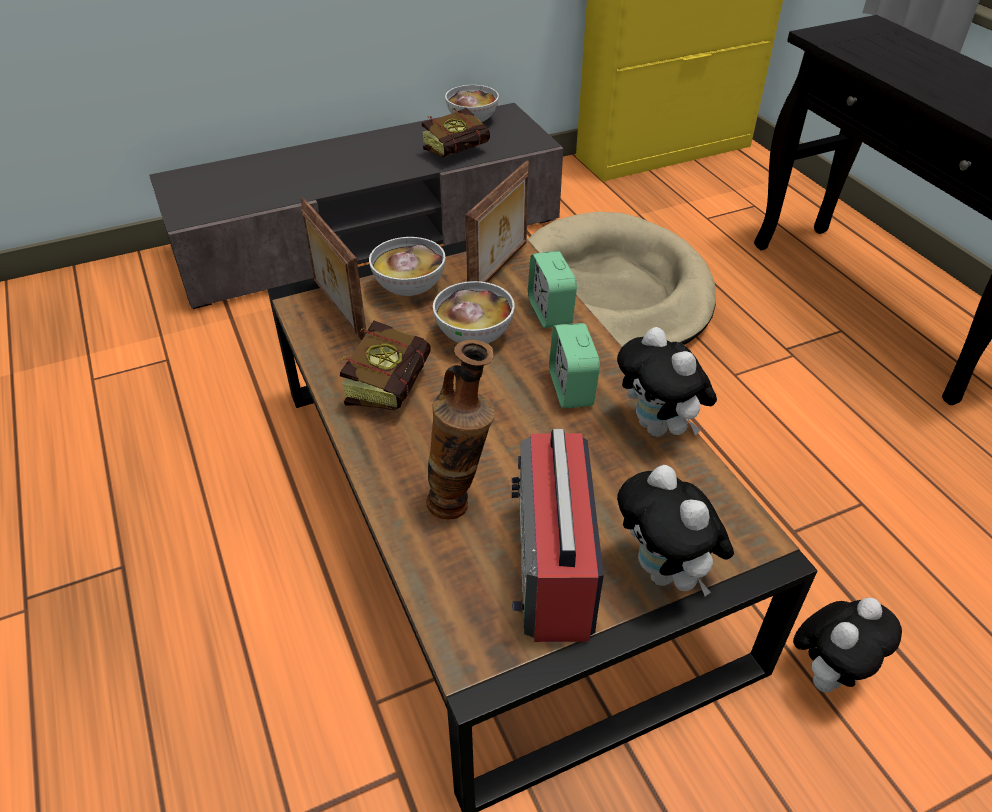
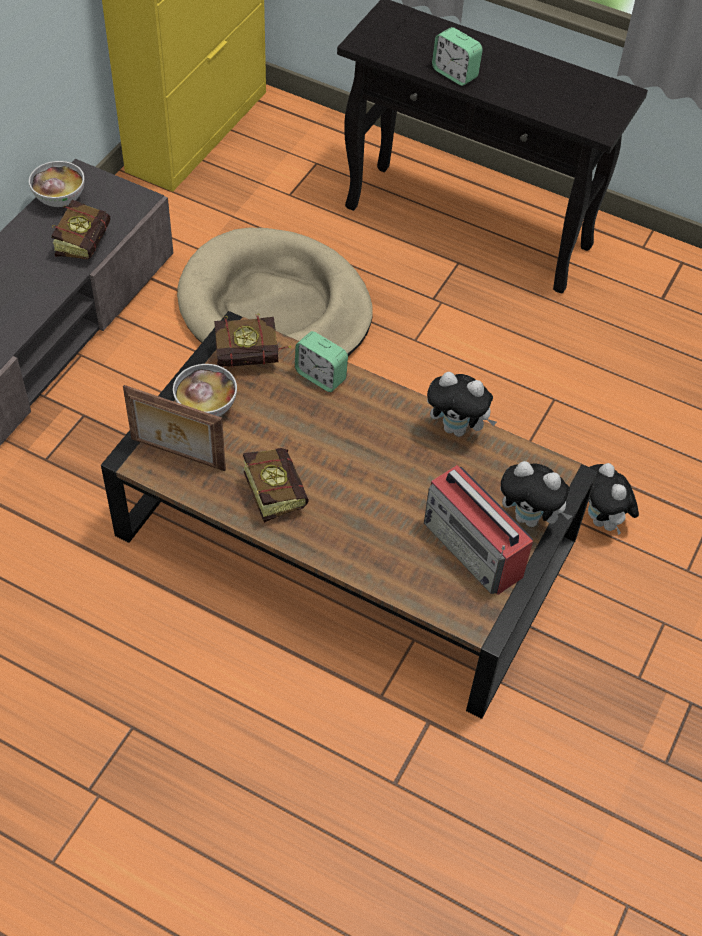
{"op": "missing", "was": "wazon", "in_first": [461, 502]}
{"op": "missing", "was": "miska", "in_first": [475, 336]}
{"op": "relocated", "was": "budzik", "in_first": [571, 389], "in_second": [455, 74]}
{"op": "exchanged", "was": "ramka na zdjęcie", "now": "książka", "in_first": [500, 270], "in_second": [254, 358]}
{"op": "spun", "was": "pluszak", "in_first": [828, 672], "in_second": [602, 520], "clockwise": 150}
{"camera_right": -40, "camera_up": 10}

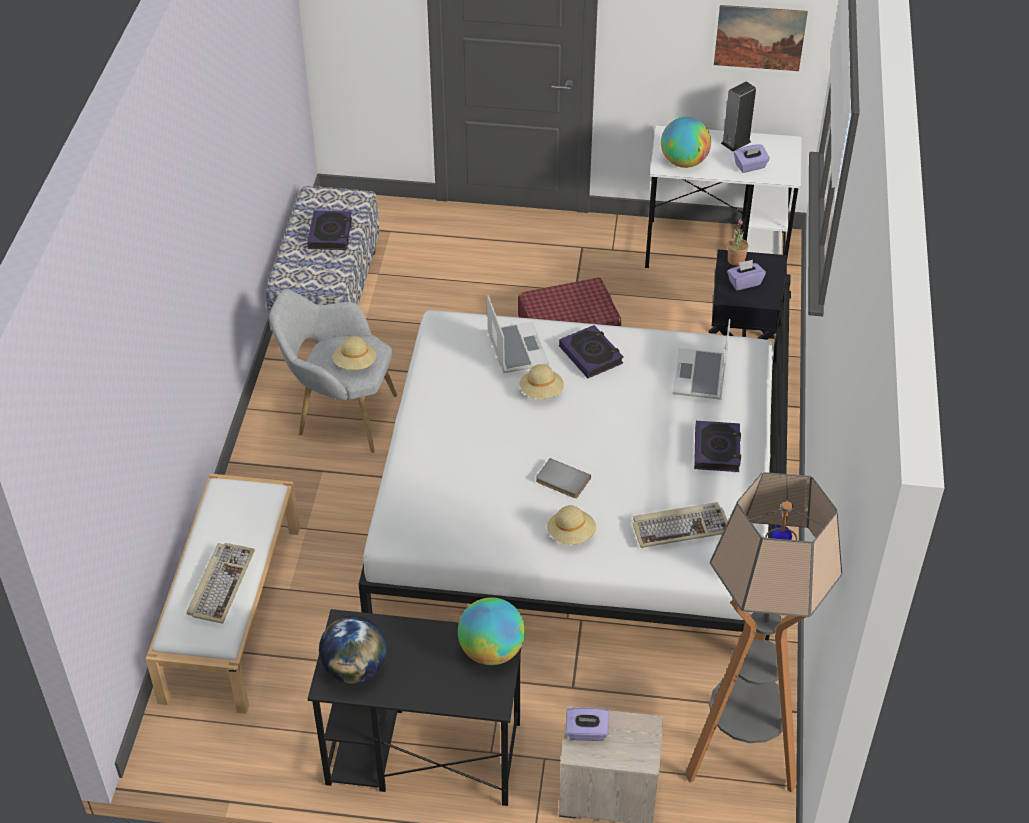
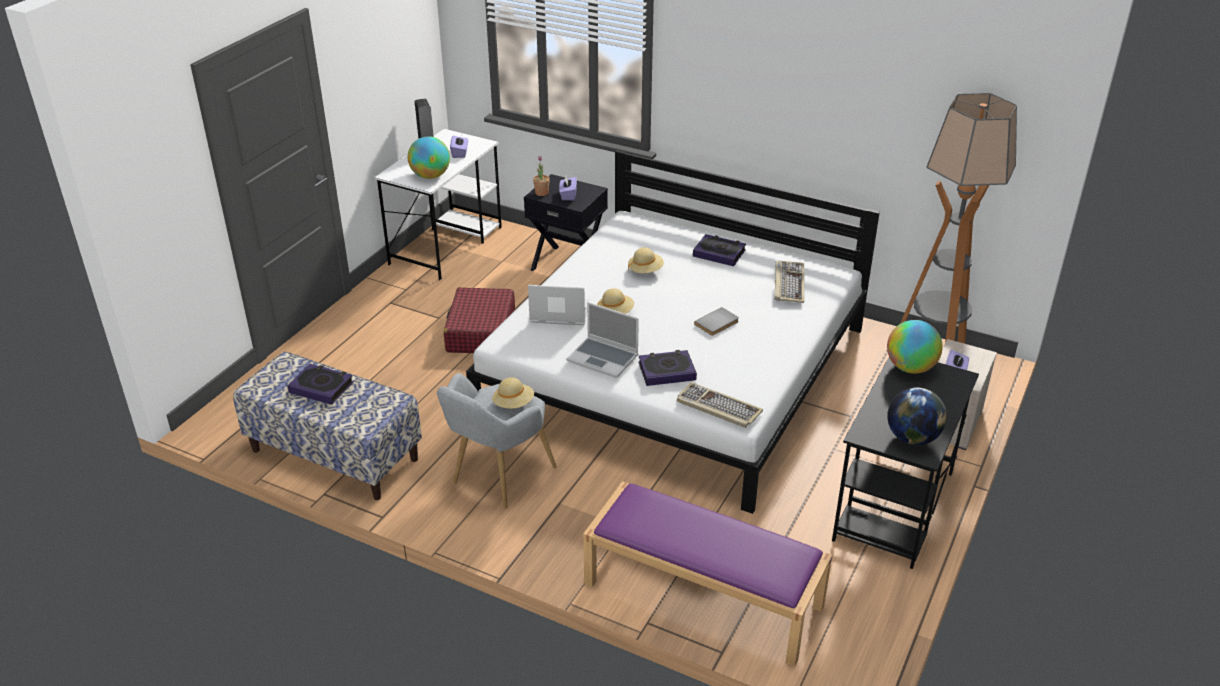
{"op": "missing", "was": "obraz", "in_first": [759, 37]}
{"op": "relocated", "was": "klawiatura", "in_first": [221, 584], "in_second": [717, 407]}
{"op": "relocated", "was": "kapelusz [beżowy]", "in_first": [571, 534], "in_second": [645, 270]}
{"op": "relocated", "was": "książka", "in_first": [591, 355], "in_second": [666, 371]}
{"op": "relocated", "was": "laptop", "in_first": [700, 376], "in_second": [604, 358]}
{"op": "colour", "was": "ławka [biały]", "now": "ławka [fioletowy]", "in_first": [231, 610], "in_second": [701, 594]}
{"camera_right": -70, "camera_up": -10}

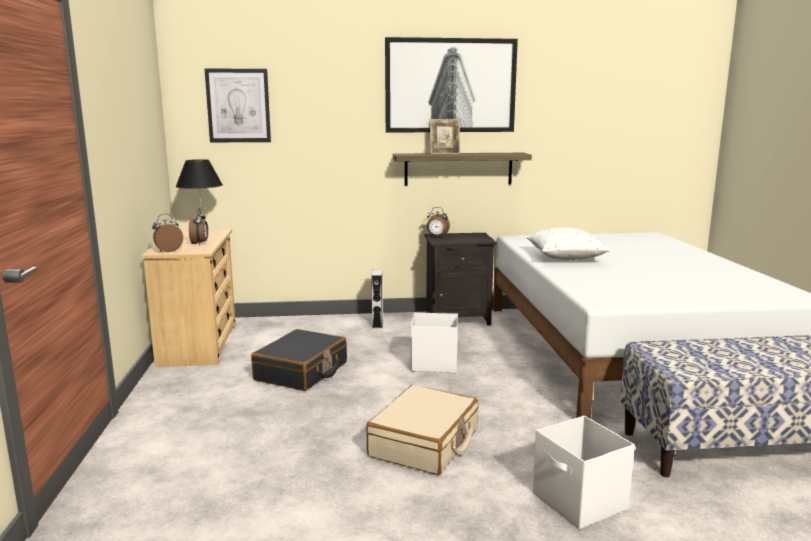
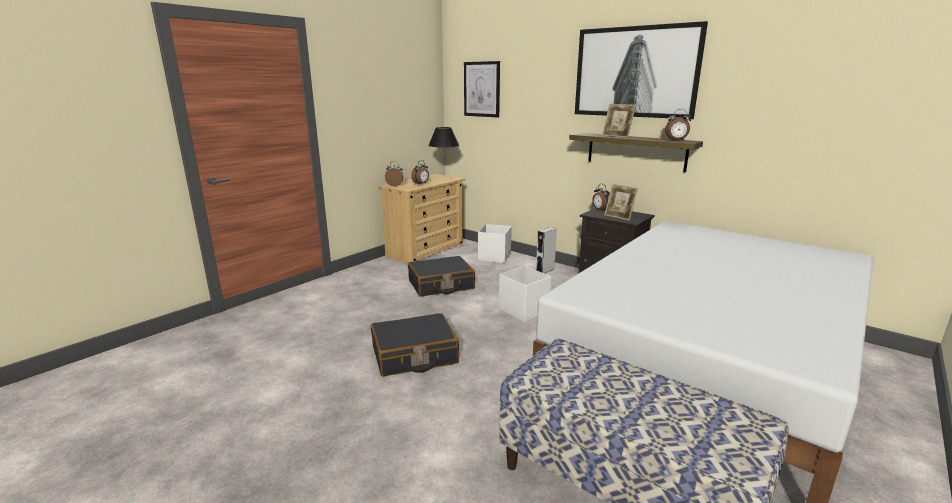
{"op": "missing", "was": "poduszka [biały]", "in_first": [565, 258]}
{"op": "appeared", "now": "ramka na zdjęcie", "in_second": [619, 217]}
{"op": "appeared", "now": "budzik", "in_second": [676, 141]}
{"op": "relocated", "was": "pojemnik do przechowywania [biały]", "in_first": [579, 502], "in_second": [494, 257]}
{"op": "colour", "was": "walizka [beżowy]", "now": "walizka [czarny]", "in_first": [425, 443], "in_second": [414, 355]}
{"camera_right": 45, "camera_up": 5}

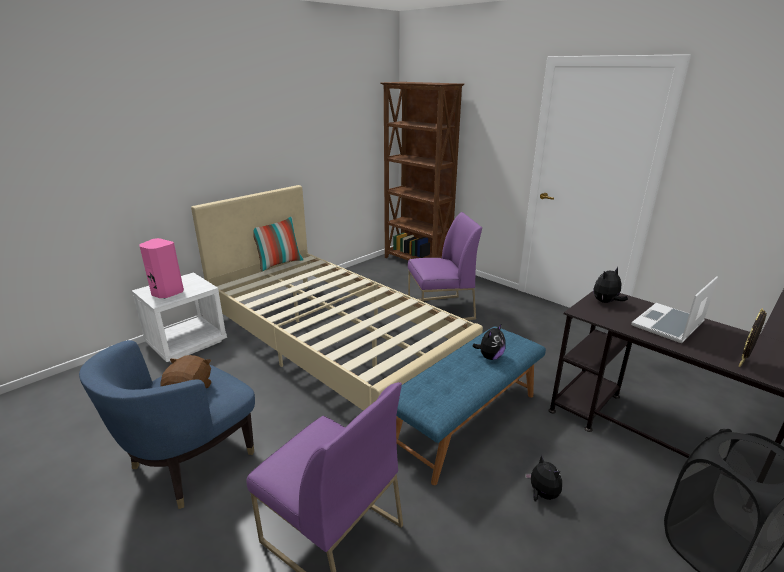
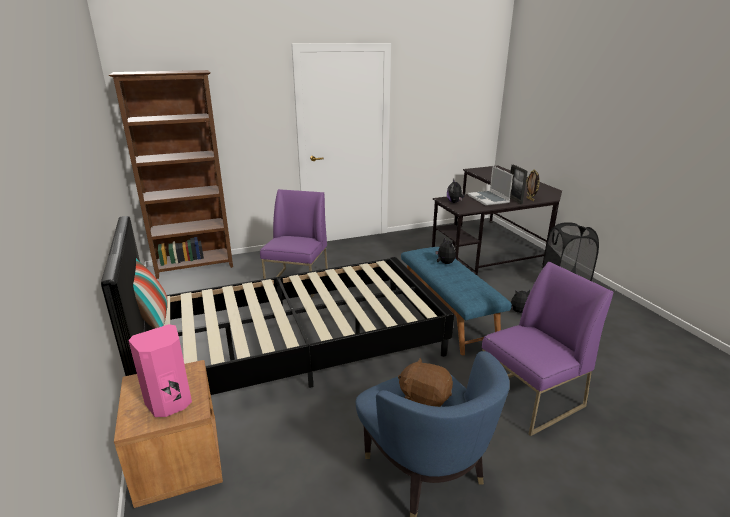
{"op": "appeared", "now": "ramka na zdjęcie", "in_second": [514, 200]}
{"op": "colour", "was": "szafka nocna [biały]", "now": "szafka nocna [brązowy]", "in_first": [187, 342], "in_second": [179, 463]}
{"op": "colour", "was": "łóżko [beżowy]", "now": "łóżko [czarny]", "in_first": [333, 342], "in_second": [294, 348]}
{"camera_right": -65, "camera_up": 0}

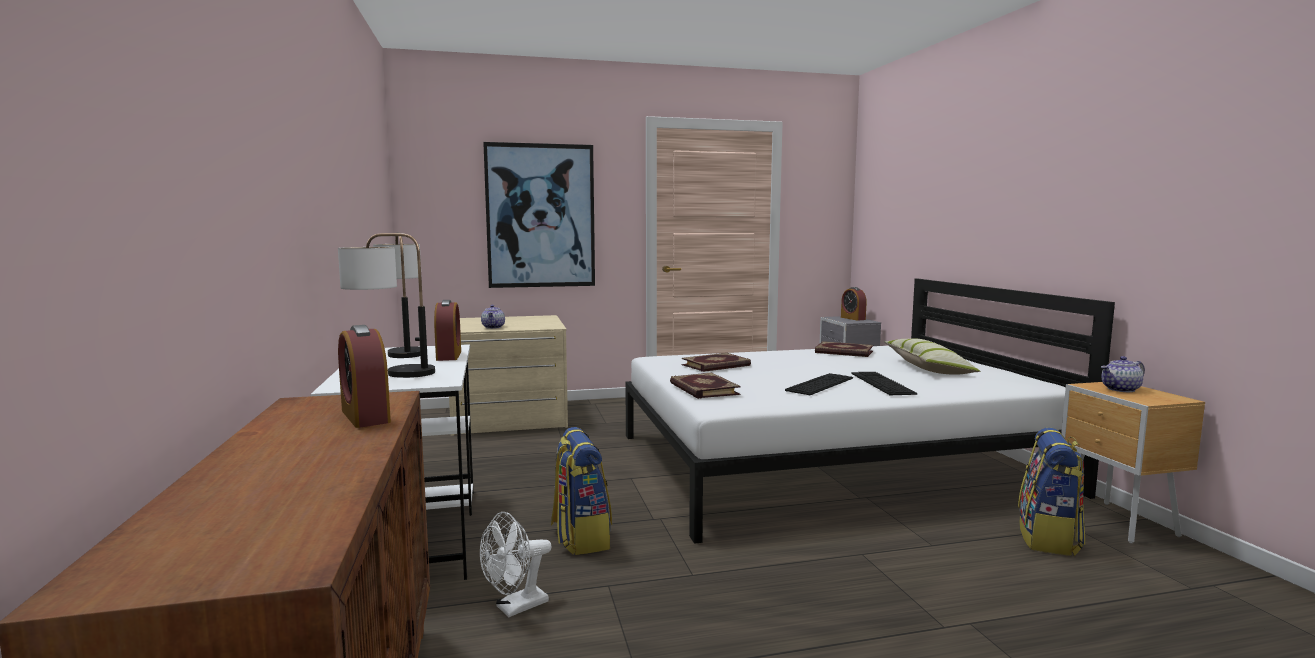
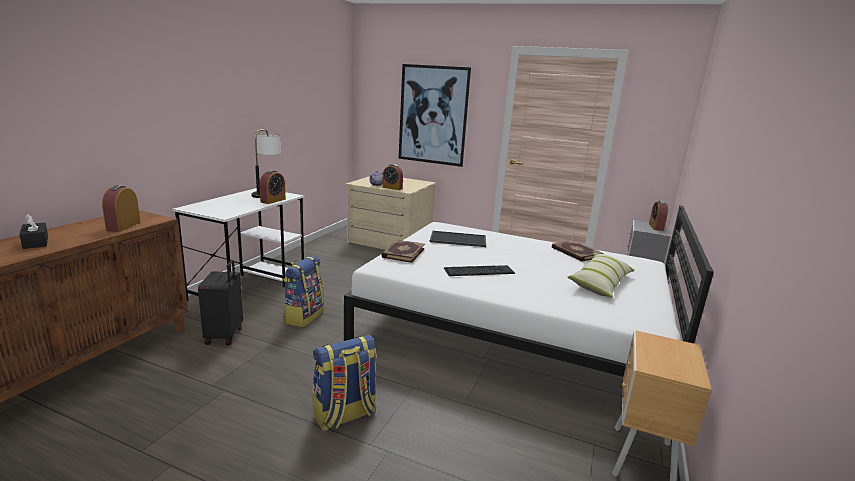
{"op": "missing", "was": "lampa stołowa", "in_first": [390, 372]}
{"op": "missing", "was": "klawiatura", "in_first": [882, 383]}
{"op": "missing", "was": "imbryk", "in_first": [1121, 389]}
{"op": "appeared", "now": "pudełko chusteczek [czarny]", "in_second": [35, 242]}
{"op": "appeared", "now": "budzik", "in_second": [392, 188]}
{"op": "relocated", "was": "plecak", "in_first": [1049, 539], "in_second": [344, 415]}
{"op": "exchanged", "was": "wentylator [biały]", "now": "walizka [czarny]", "in_first": [515, 608], "in_second": [225, 336]}
{"op": "exchanged", "was": "książka", "now": "taca", "in_first": [716, 365], "in_second": [457, 239]}
{"camera_right": 35, "camera_up": 10}

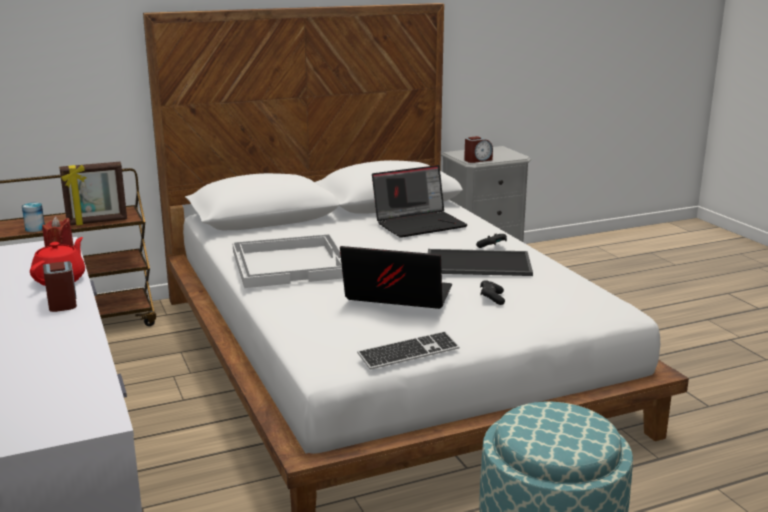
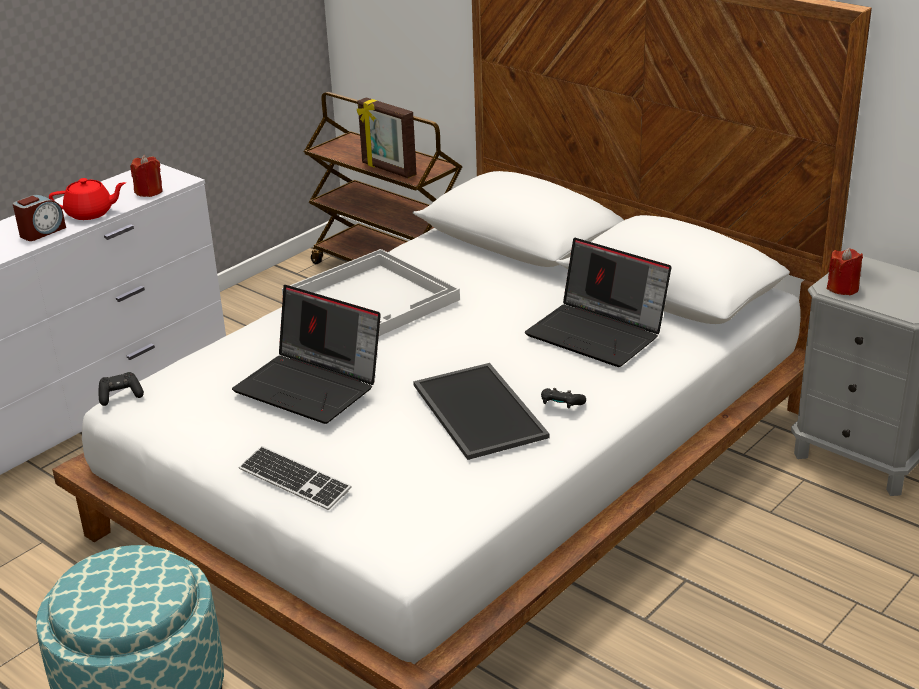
{"op": "missing", "was": "puszka", "in_first": [35, 229]}
{"op": "relocated", "was": "klawiatura", "in_first": [408, 353], "in_second": [294, 480]}
{"op": "relocated", "was": "pad do gier [czarny]", "in_first": [491, 298], "in_second": [120, 396]}
{"op": "exchanged", "was": "budzik", "now": "świeca [czerwony]", "in_first": [477, 160], "in_second": [842, 288]}
{"op": "spun", "was": "laptop", "in_first": [396, 297], "in_second": [311, 386], "clockwise": 135}
{"camera_right": 65, "camera_up": 10}

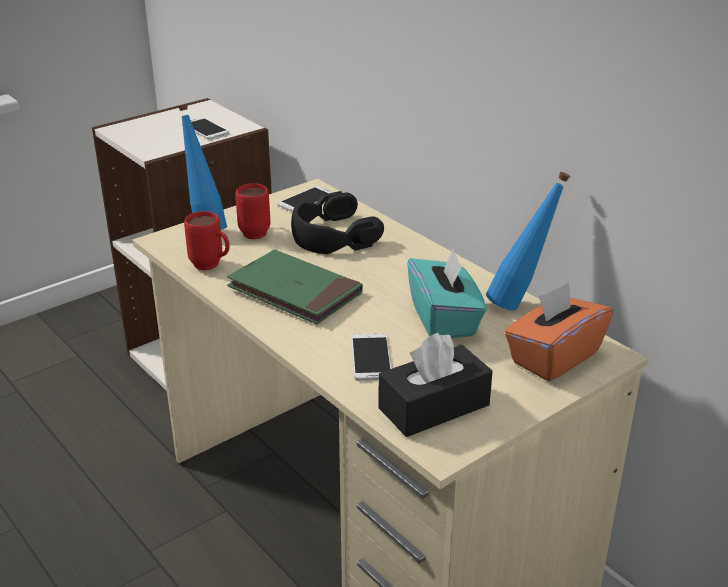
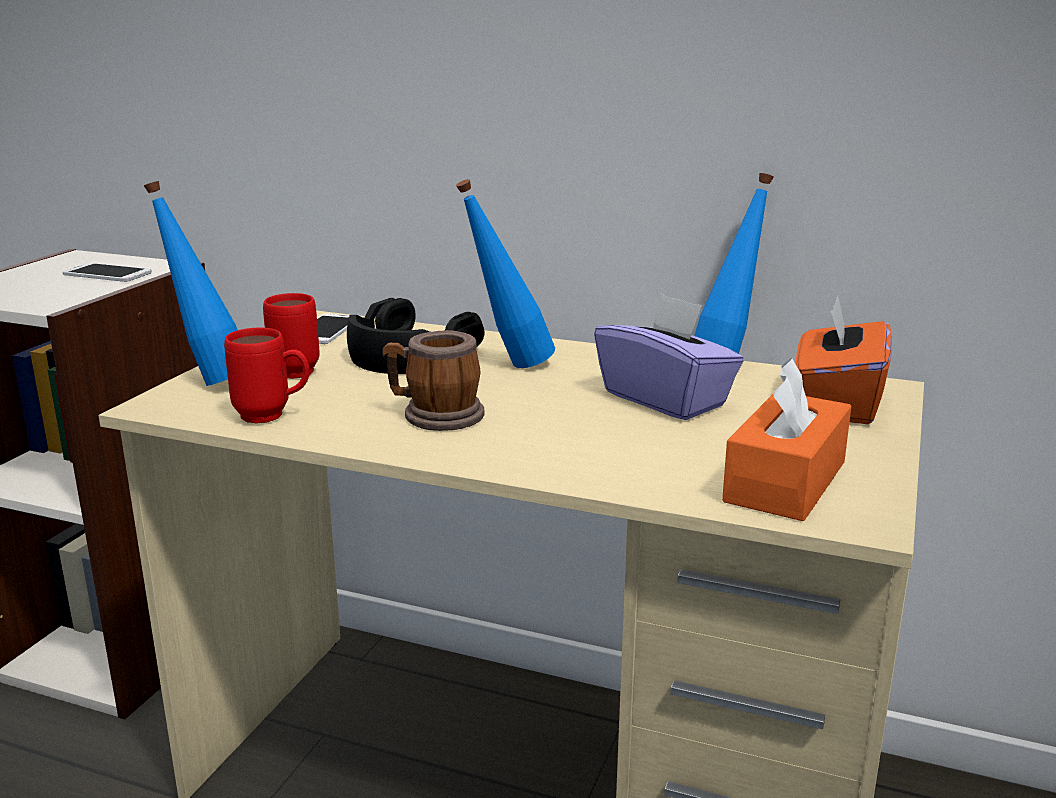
{"op": "missing", "was": "telefon", "in_first": [371, 357]}
{"op": "appeared", "now": "butelka [niebieski]", "in_second": [507, 366]}
{"op": "exchanged", "was": "książka [zielony]", "now": "kubek", "in_first": [295, 292], "in_second": [435, 416]}
{"op": "colour", "was": "pudełko chusteczek [czarny]", "now": "pudełko chusteczek [pomarańczowy]", "in_first": [434, 407], "in_second": [785, 482]}
{"op": "colour", "was": "pudełko chusteczek [turkusowy]", "now": "pudełko chusteczek [fioletowy]", "in_first": [444, 319], "in_second": [665, 399]}
{"camera_right": -30, "camera_up": -10}

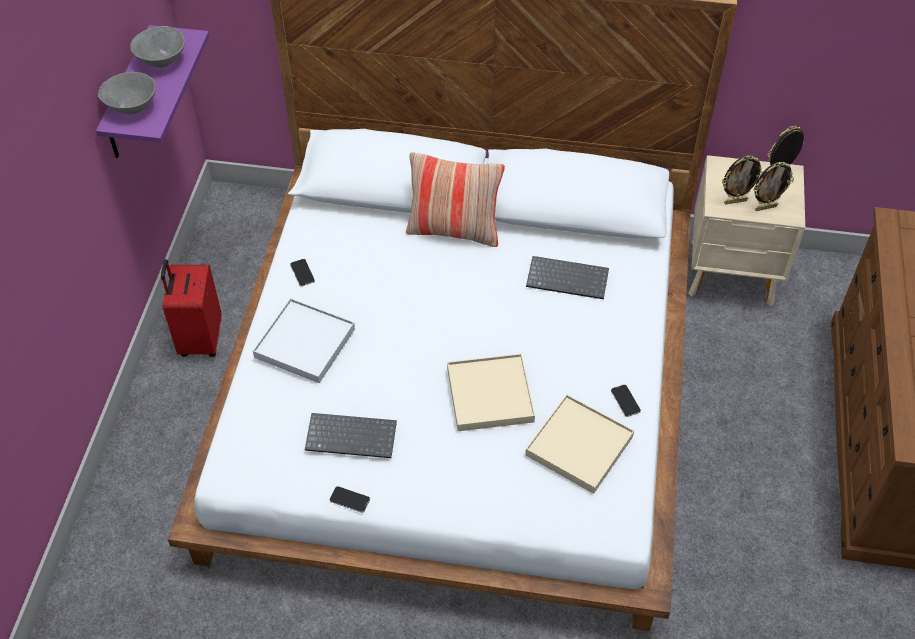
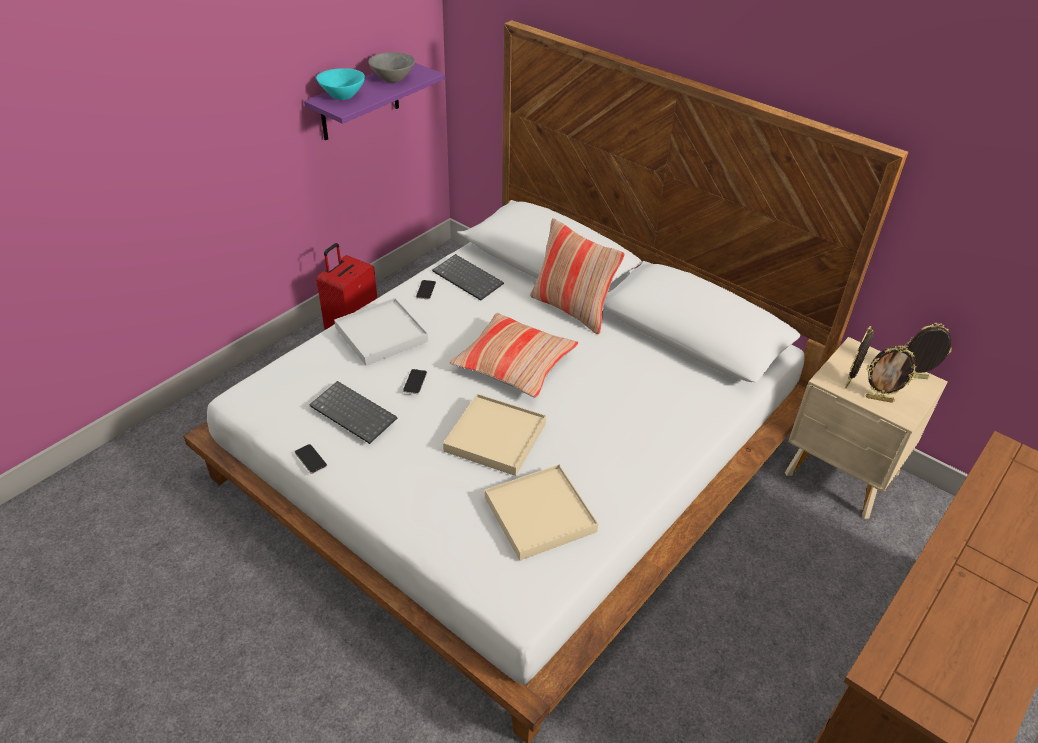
{"op": "appeared", "now": "poduszka", "in_second": [514, 364]}
{"op": "relocated", "was": "klawiatura", "in_first": [568, 278], "in_second": [469, 278]}
{"op": "relocated", "was": "telefon", "in_first": [625, 401], "in_second": [415, 382]}
{"op": "colour", "was": "miska [szary]", "now": "miska [turkusowy]", "in_first": [131, 107], "in_second": [342, 96]}
{"op": "spun", "was": "ramka na zdjęcie", "in_first": [735, 201], "in_second": [850, 382], "clockwise": 105}
{"camera_right": 30, "camera_up": -10}

